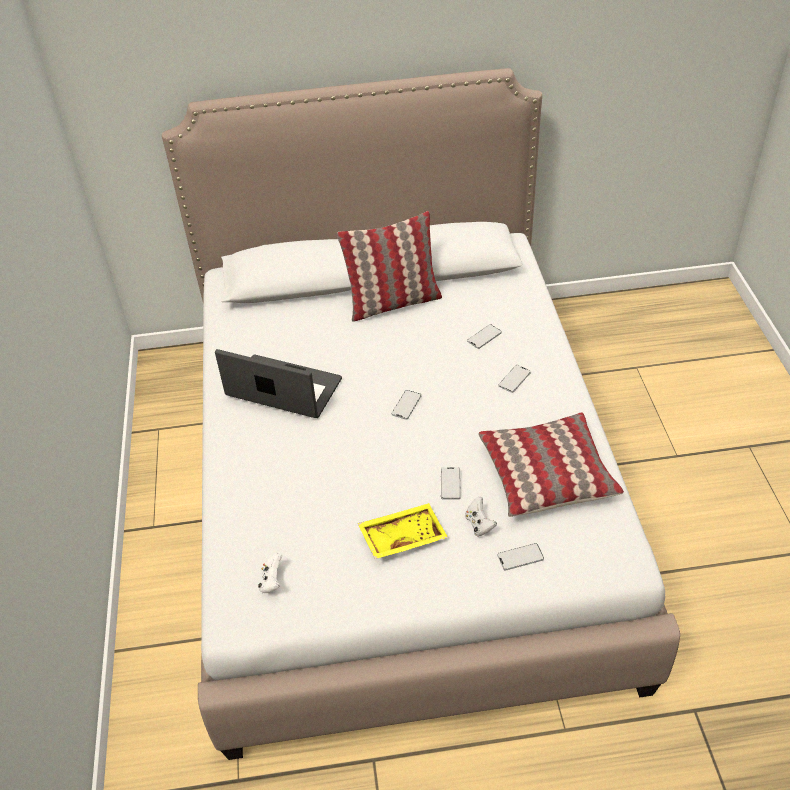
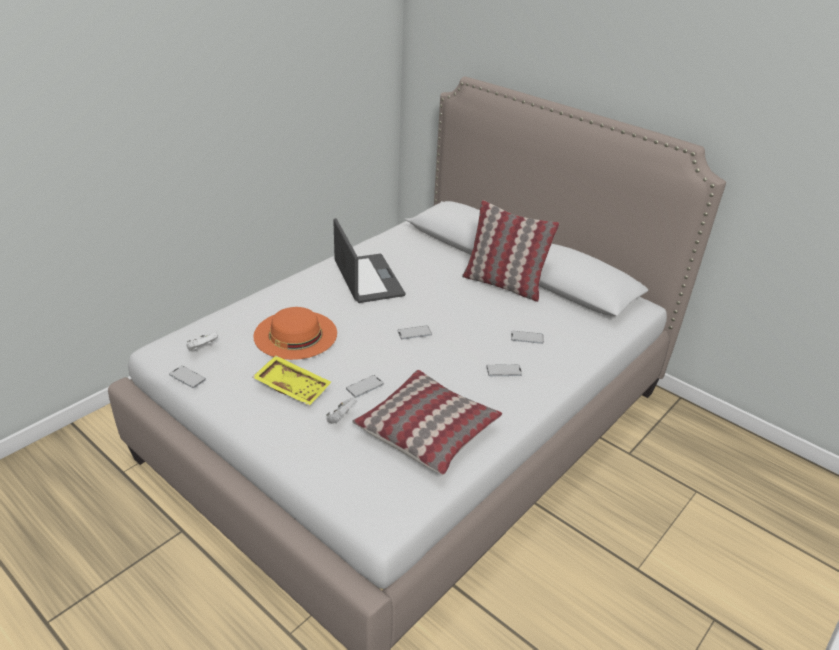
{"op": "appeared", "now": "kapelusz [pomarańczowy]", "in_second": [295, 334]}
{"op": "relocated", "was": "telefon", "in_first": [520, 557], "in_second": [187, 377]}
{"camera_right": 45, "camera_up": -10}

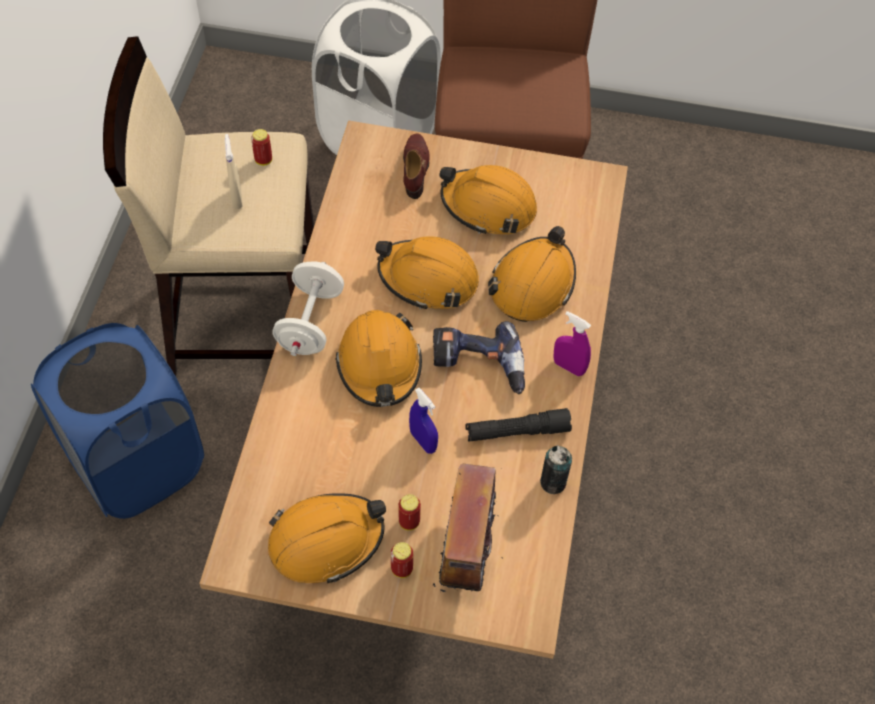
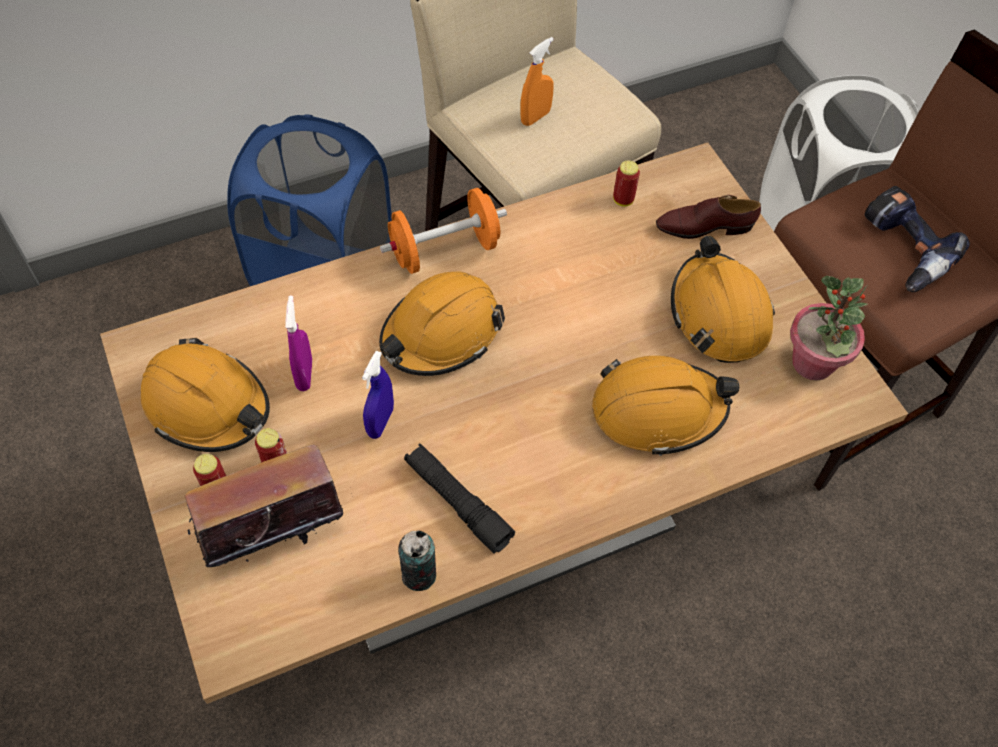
{"op": "missing", "was": "kask [pomarańczowy]", "in_first": [428, 279]}
{"op": "appeared", "now": "roślina doniczkowa", "in_second": [813, 363]}
{"op": "relocated", "was": "puszka", "in_first": [263, 160], "in_second": [623, 200]}
{"op": "relocated", "was": "wiertarka", "in_first": [478, 366], "in_second": [900, 251]}
{"op": "relocated", "was": "spryskiwacz [fioletowy]", "in_first": [568, 367], "in_second": [304, 375]}
{"op": "colour", "was": "spryskiwacz [beżowy]", "now": "spryskiwacz [pomarańczowy]", "in_first": [237, 198], "in_second": [535, 117]}
{"op": "colour", "was": "hantel [biały]", "now": "hantel [pomarańczowy]", "in_first": [310, 322], "in_second": [444, 250]}
{"op": "spun", "was": "but [brązowy]", "in_first": [415, 169], "in_second": [704, 227], "clockwise": -150}
{"camera_right": 55, "camera_up": 0}

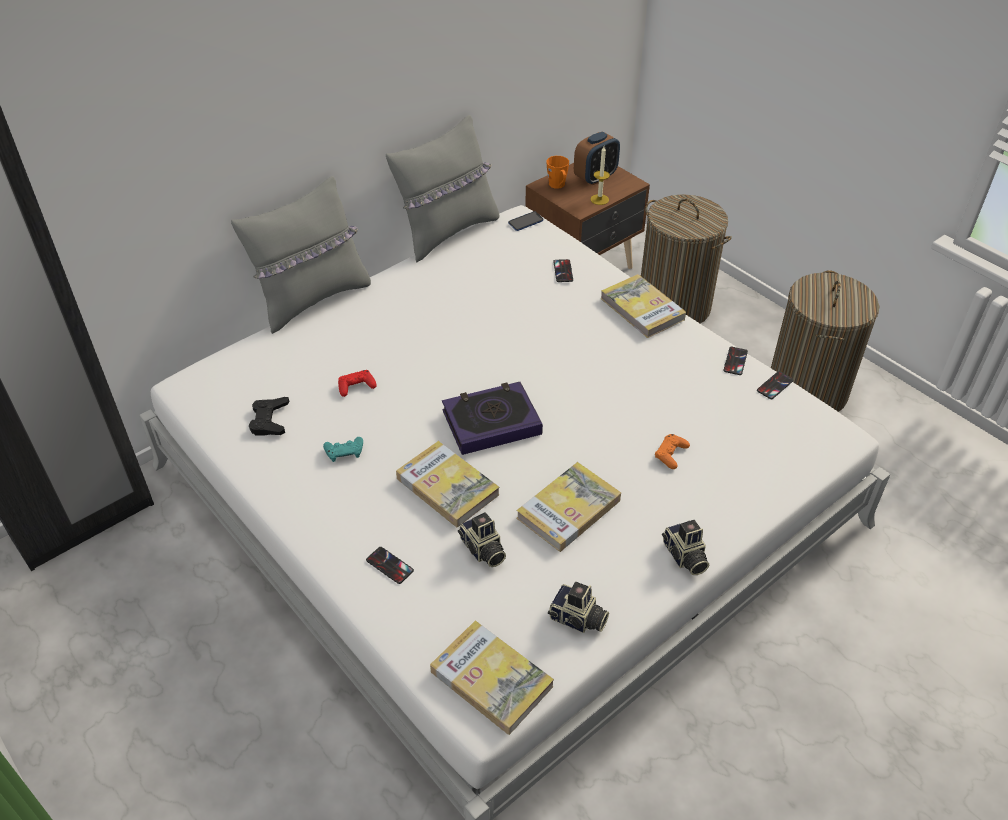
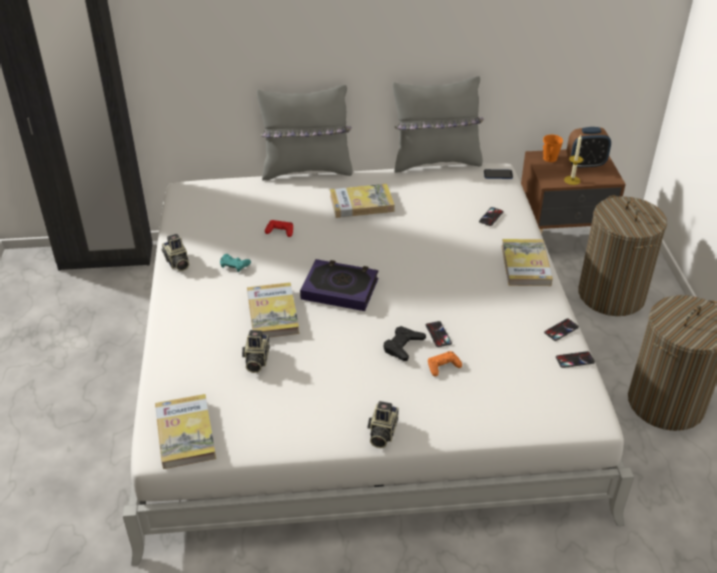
{"op": "relocated", "was": "pad do gier [czarny]", "in_first": [269, 420], "in_second": [403, 346]}
{"op": "relocated", "was": "telefon", "in_first": [389, 565], "in_second": [438, 334]}
{"op": "relocated", "was": "książka", "in_first": [568, 509], "in_second": [361, 203]}
{"op": "relocated", "was": "aparat fotograficzny", "in_first": [578, 620], "in_second": [177, 263]}
{"camera_right": 35, "camera_up": -5}

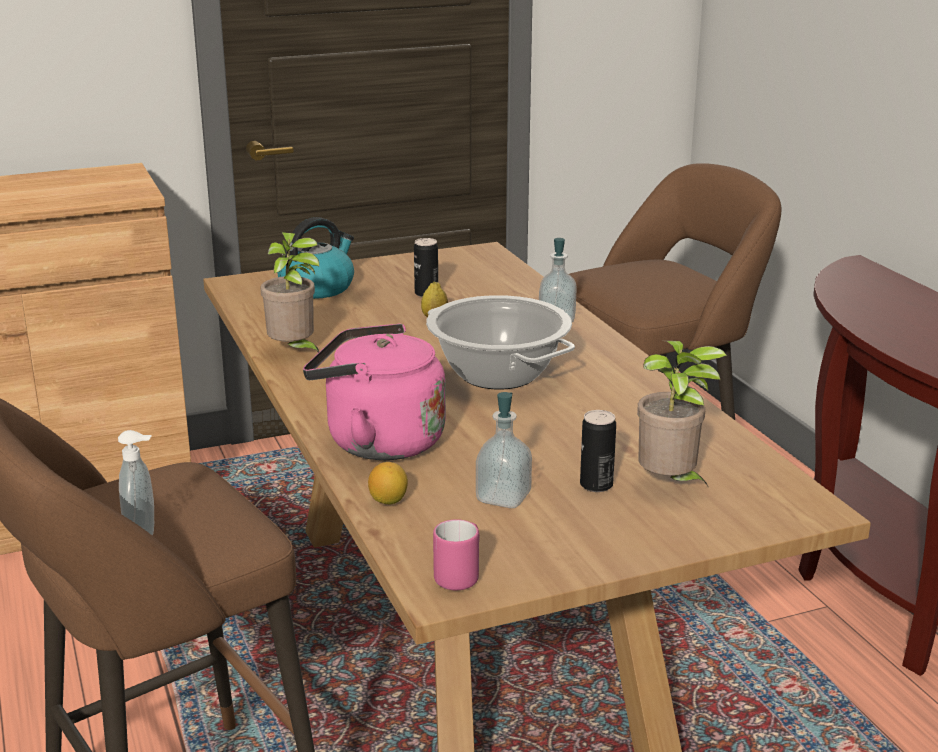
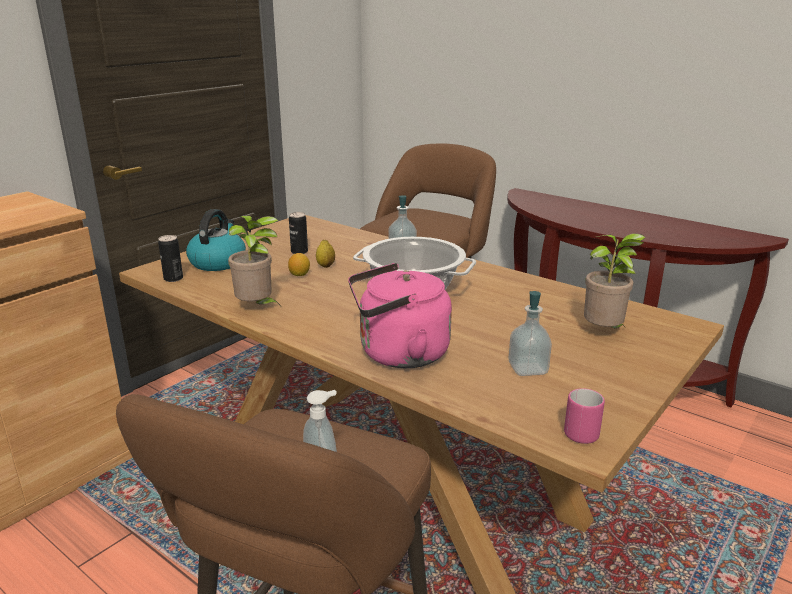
{"op": "relocated", "was": "cytryna", "in_first": [388, 501], "in_second": [299, 275]}
{"op": "relocated", "was": "puszka", "in_first": [596, 485], "in_second": [173, 278]}
{"camera_right": -30, "camera_up": 0}

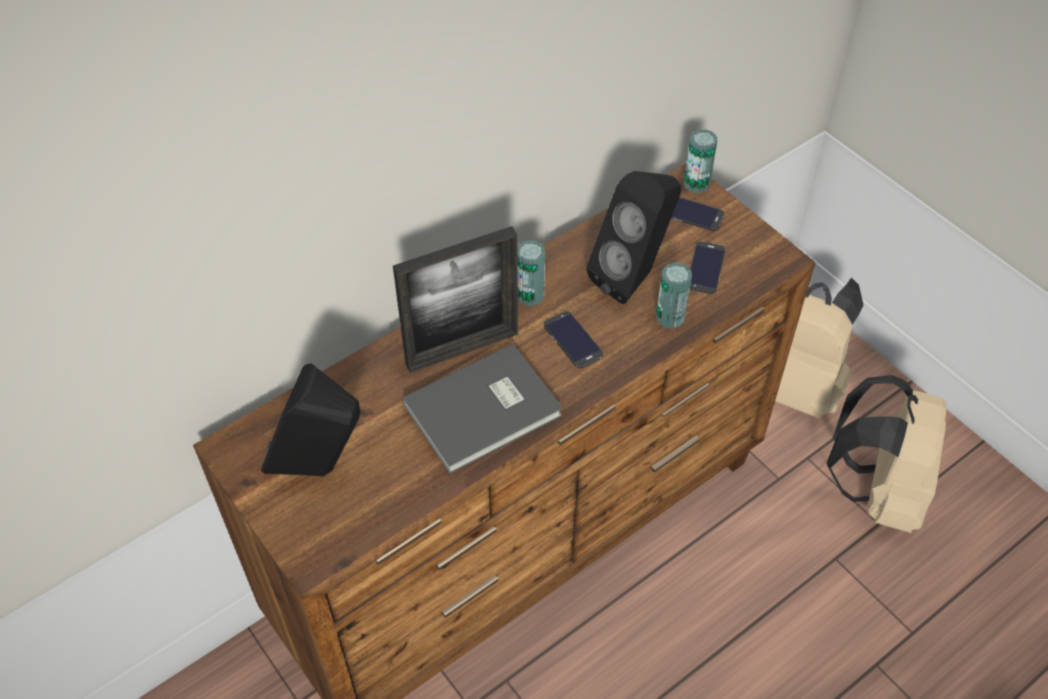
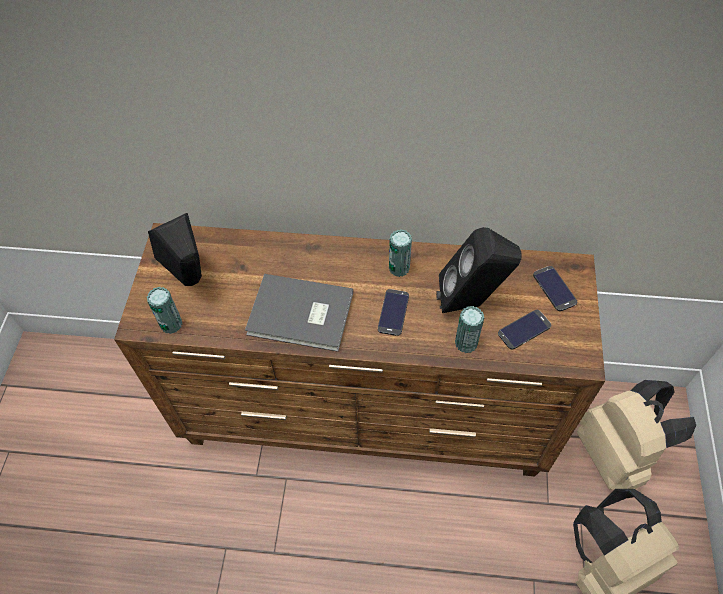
{"op": "missing", "was": "ramka na zdjęcie", "in_first": [462, 349]}
{"op": "relocated", "was": "puszka", "in_first": [696, 184], "in_second": [171, 324]}
{"camera_right": 45, "camera_up": 5}

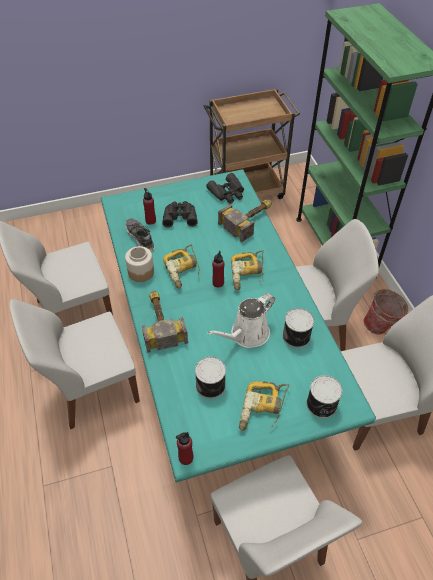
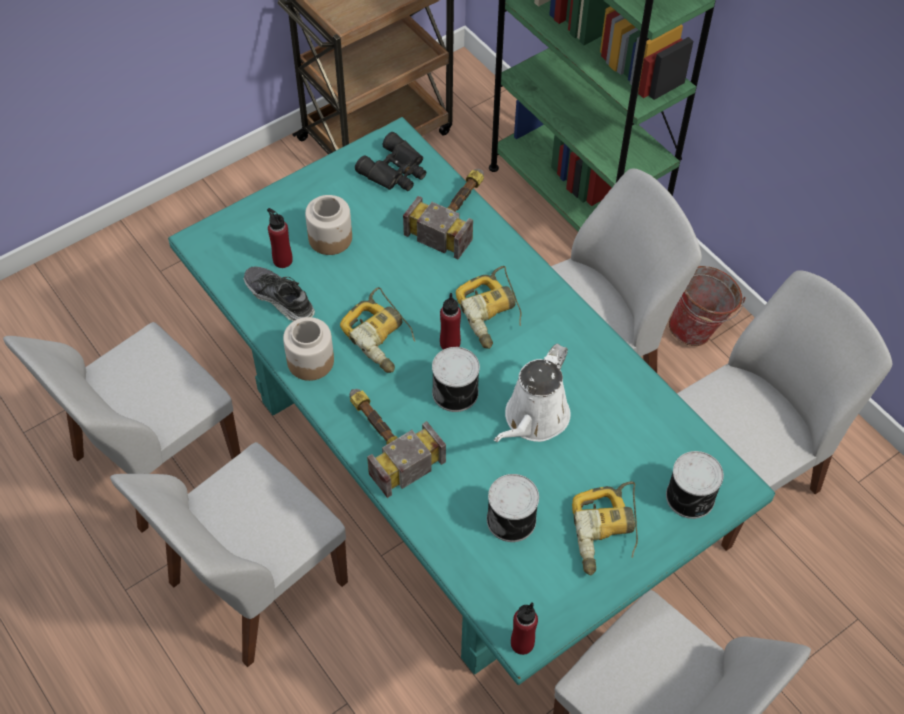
{"op": "relocated", "was": "puszka", "in_first": [297, 336], "in_second": [456, 392]}
{"op": "exchanged", "was": "lornetka [czarny]", "now": "słoik", "in_first": [180, 216], "in_second": [330, 238]}
{"camera_right": -20, "camera_up": 5}

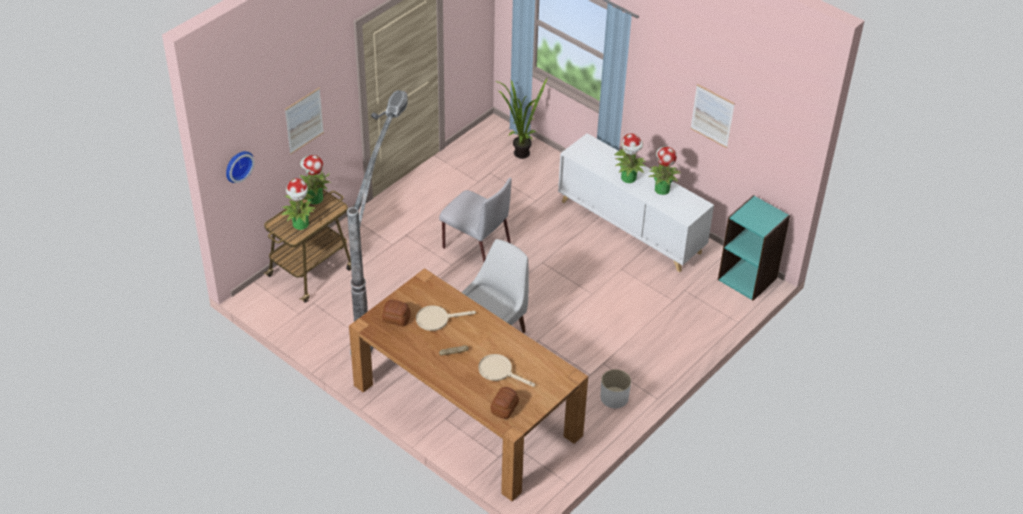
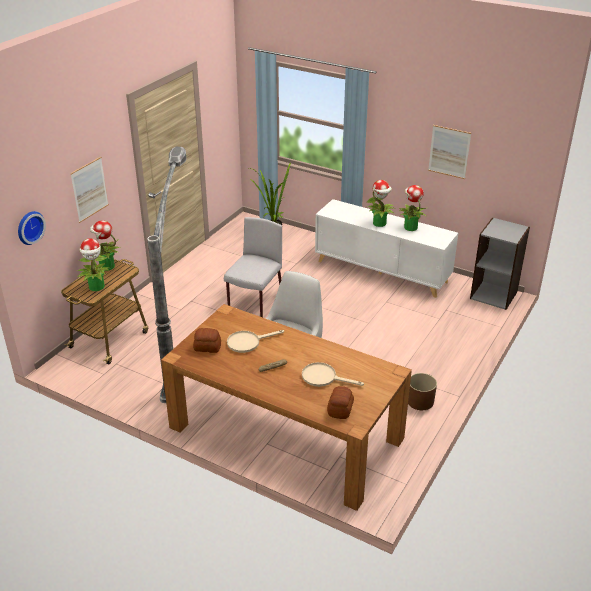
{"op": "colour", "was": "donica [biały]", "now": "donica [brązowy]", "in_first": [614, 398], "in_second": [420, 401]}
{"op": "colour", "was": "regał [turkusowy]", "now": "regał [szary]", "in_first": [747, 278], "in_second": [494, 295]}
{"op": "spun", "was": "krzesło [szary]", "in_first": [475, 247], "in_second": [255, 302], "clockwise": -90}
{"camera_right": -10, "camera_up": -10}

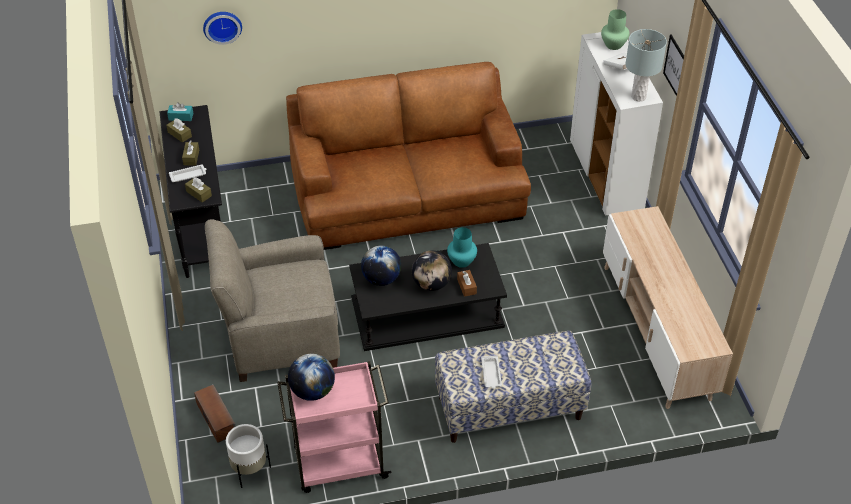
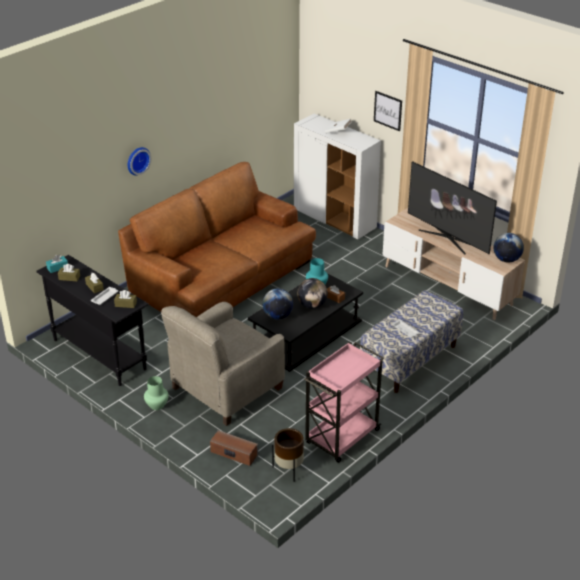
{"op": "missing", "was": "lampa stołowa [szary]", "in_first": [638, 97]}
{"op": "appeared", "now": "telewizor", "in_second": [447, 238]}
{"op": "relocated", "was": "zegar ścienny", "in_first": [222, 25], "in_second": [137, 160]}
{"op": "relocated", "was": "globus", "in_first": [312, 391], "in_second": [506, 260]}
{"op": "relocated", "was": "wazon [zielony]", "in_first": [613, 44], "in_second": [156, 405]}
{"op": "colour", "was": "donica [biały]", "now": "donica [brązowy]", "in_first": [249, 470], "in_second": [288, 470]}
{"camera_right": -35, "camera_up": -10}

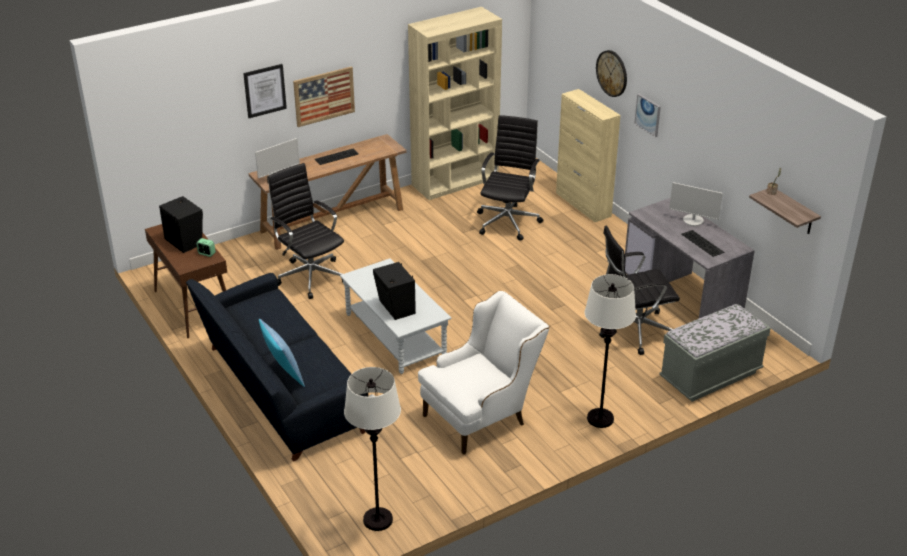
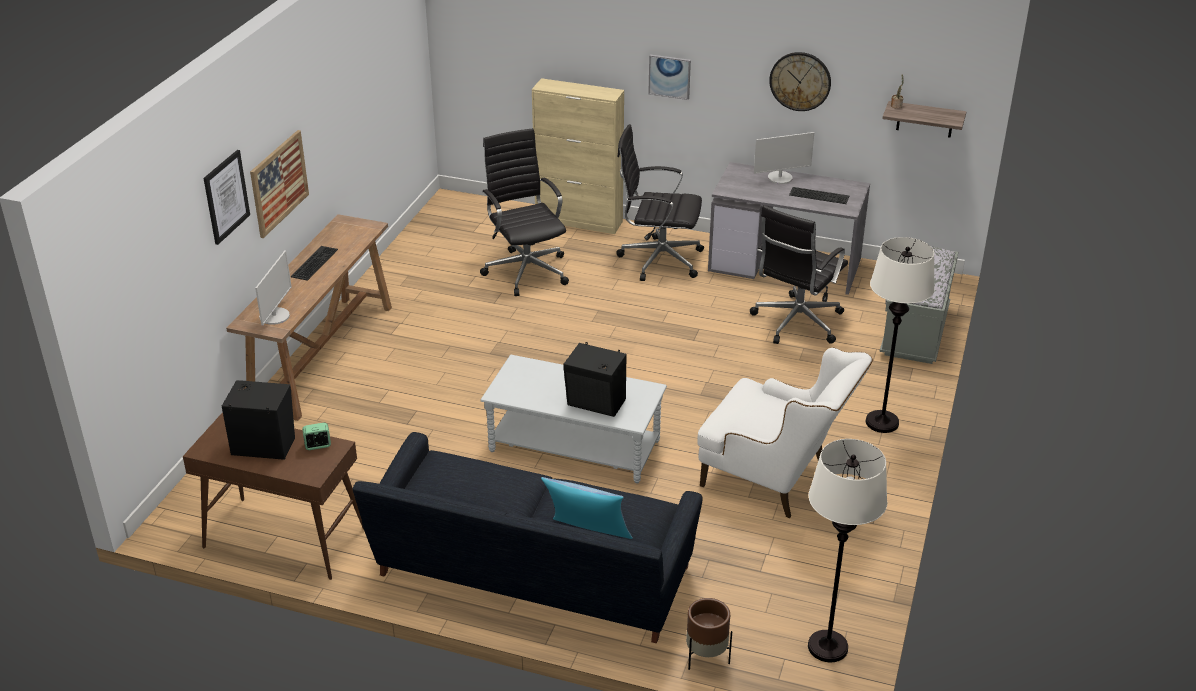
{"op": "missing", "was": "regał [beżowy]", "in_first": [455, 182]}
{"op": "appeared", "now": "donica [brązowy]", "in_second": [705, 657]}
{"op": "relocated", "was": "krzesło biurowe [czarny]", "in_first": [310, 276], "in_second": [658, 259]}
{"op": "relocated", "was": "zegar ścienny", "in_first": [612, 73], "in_second": [800, 81]}
{"op": "spun", "was": "fotel [biały]", "in_first": [482, 415], "in_second": [776, 480], "clockwise": 105}
{"camera_right": -40, "camera_up": 0}

